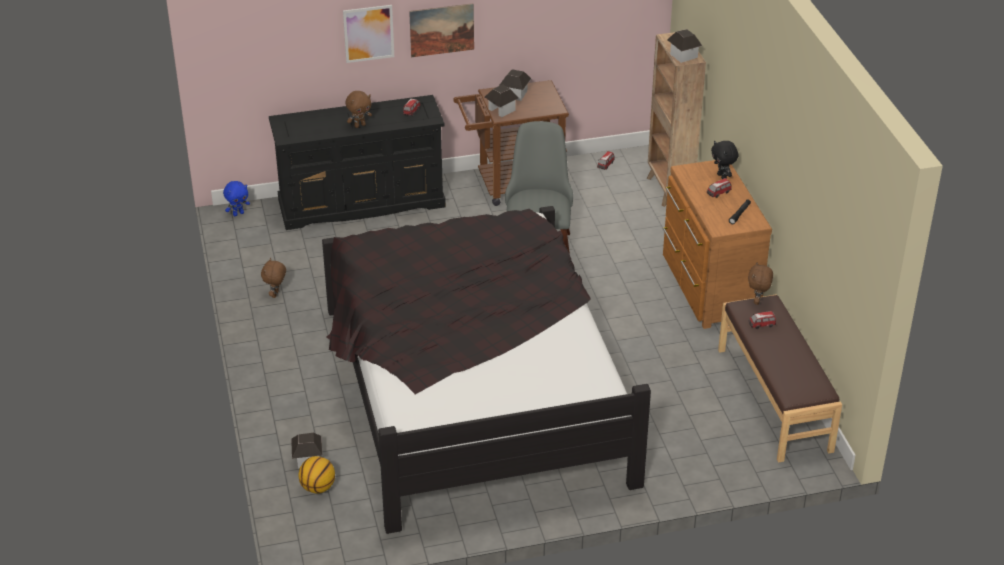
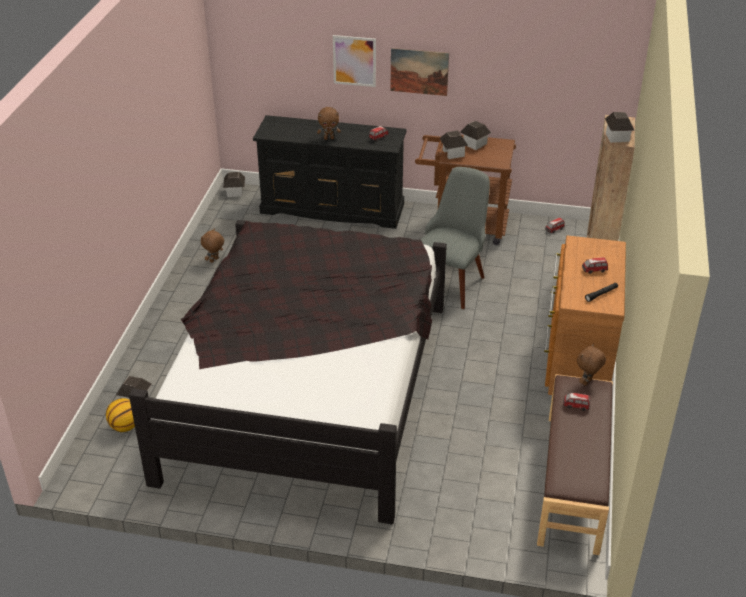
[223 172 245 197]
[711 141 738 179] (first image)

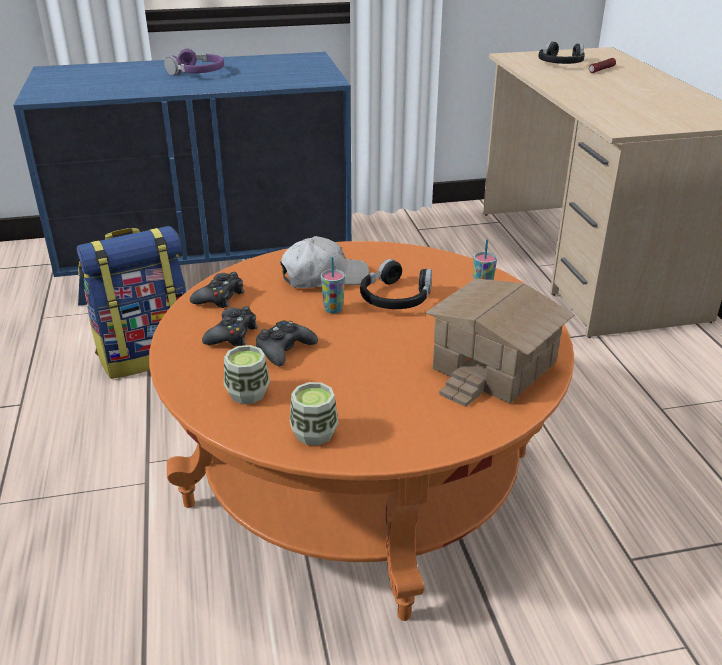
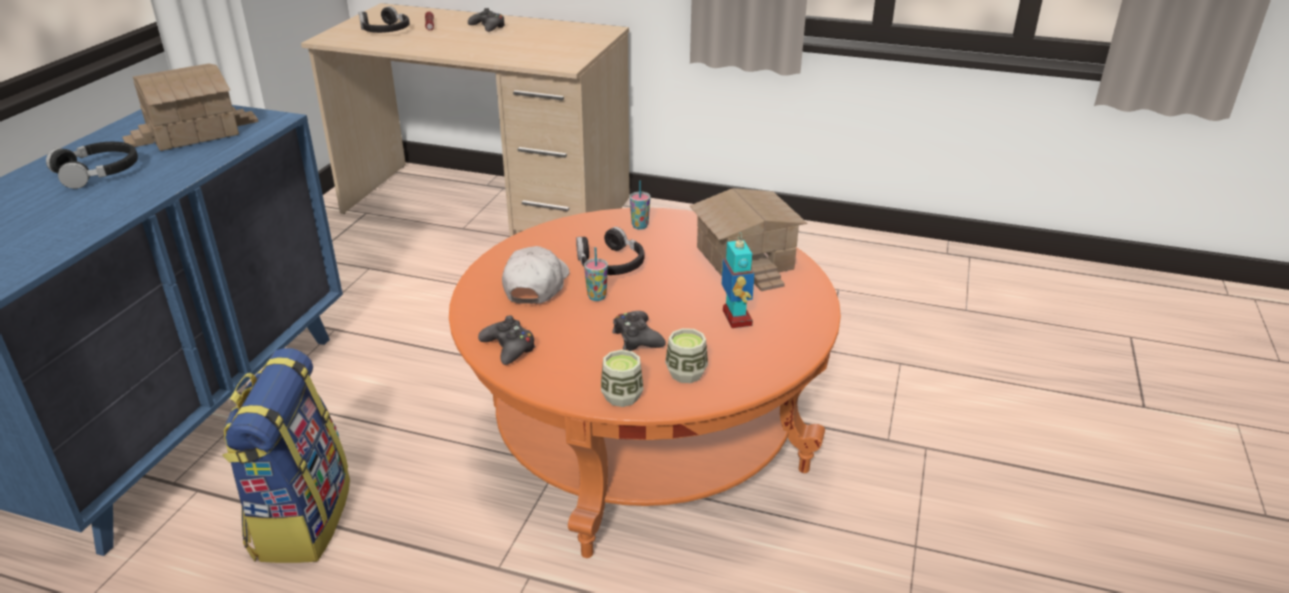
[46 142 138 189]
[122 63 258 151]
[468 8 505 32]
[601 350 643 407]
[721 232 754 328]

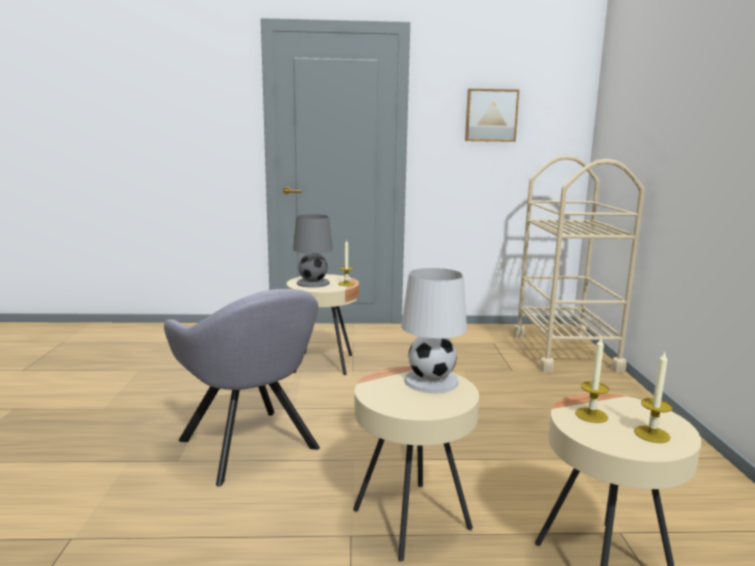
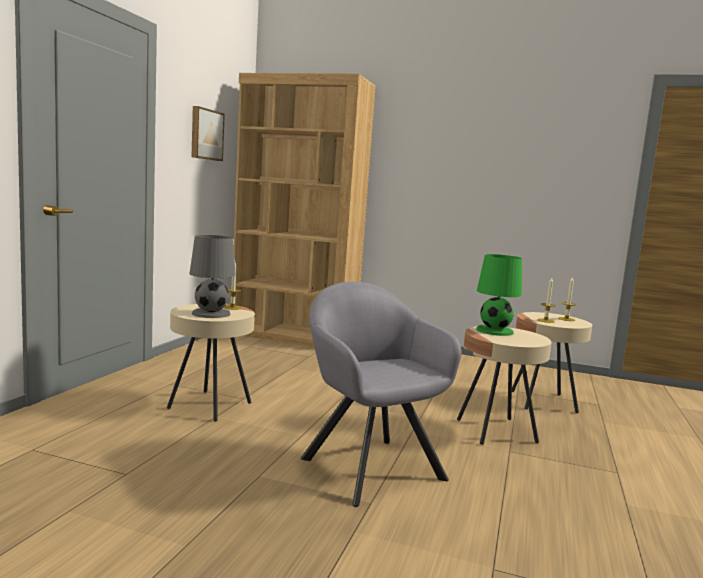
[234 73 375 347]
[301 281 461 507]
[476 254 522 336]

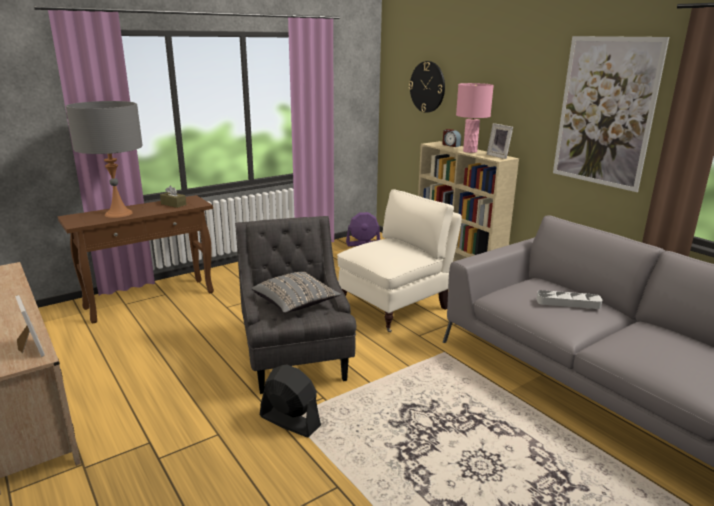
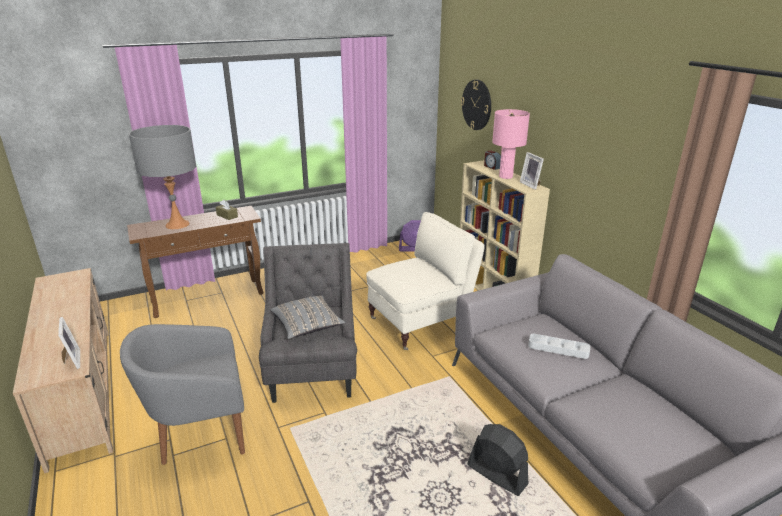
[120 324 245 465]
[467 424 529 496]
[553 36 669 192] (first image)

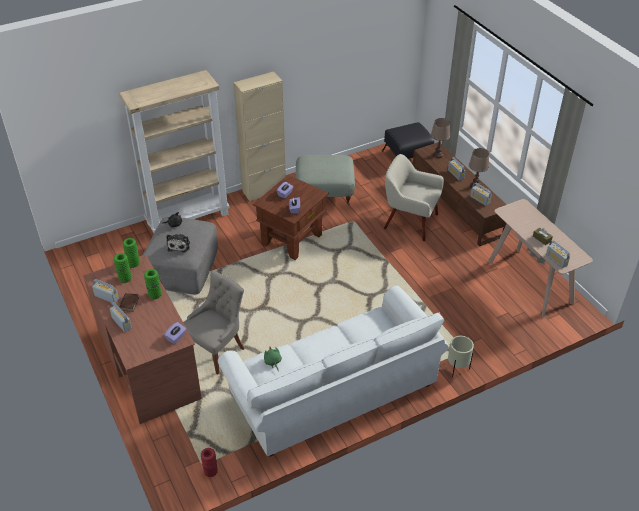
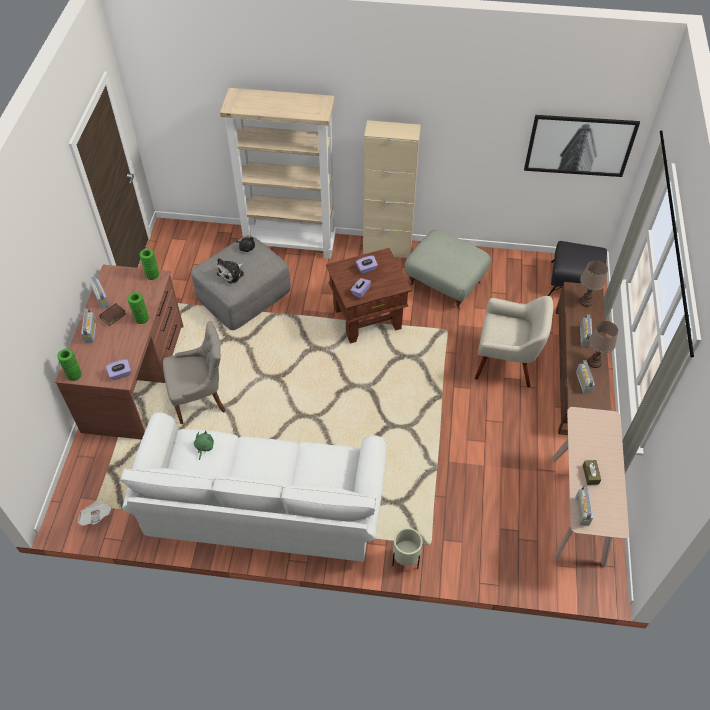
[57 349 82 381]
[78 500 112 526]
[475 296 553 388]
[524 115 640 177]

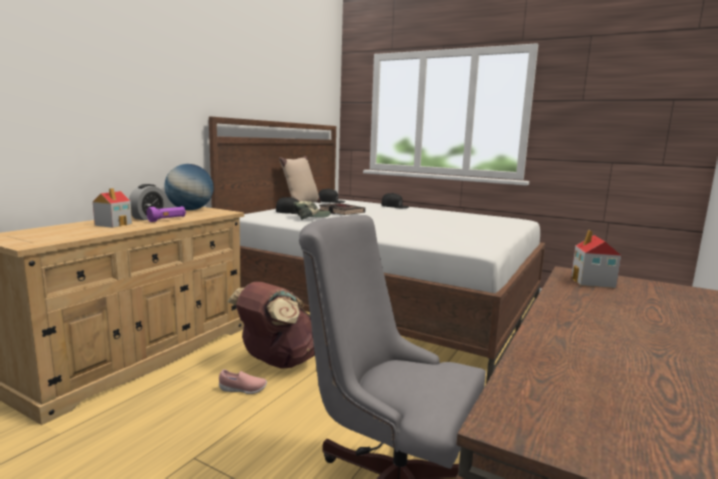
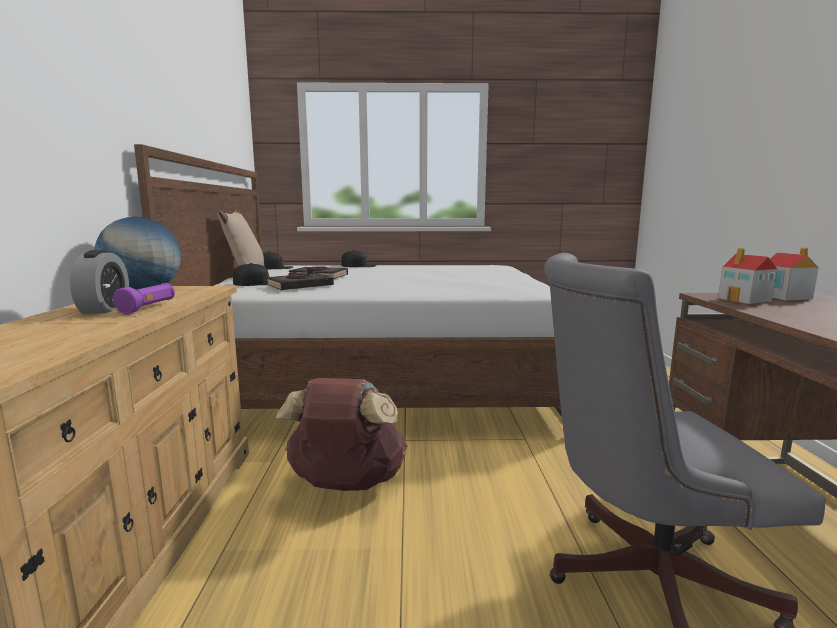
[266 272 334 290]
[770 247 819 300]
[219 369 267 394] (first image)

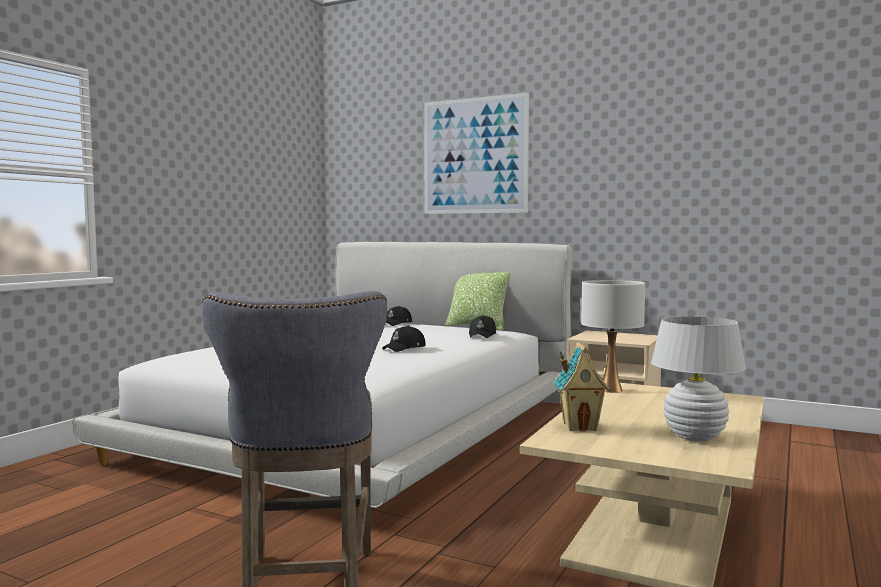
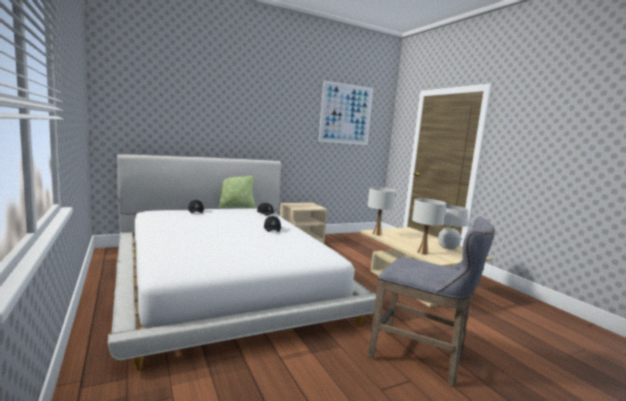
[319 80 373 145]
[412 198 446 255]

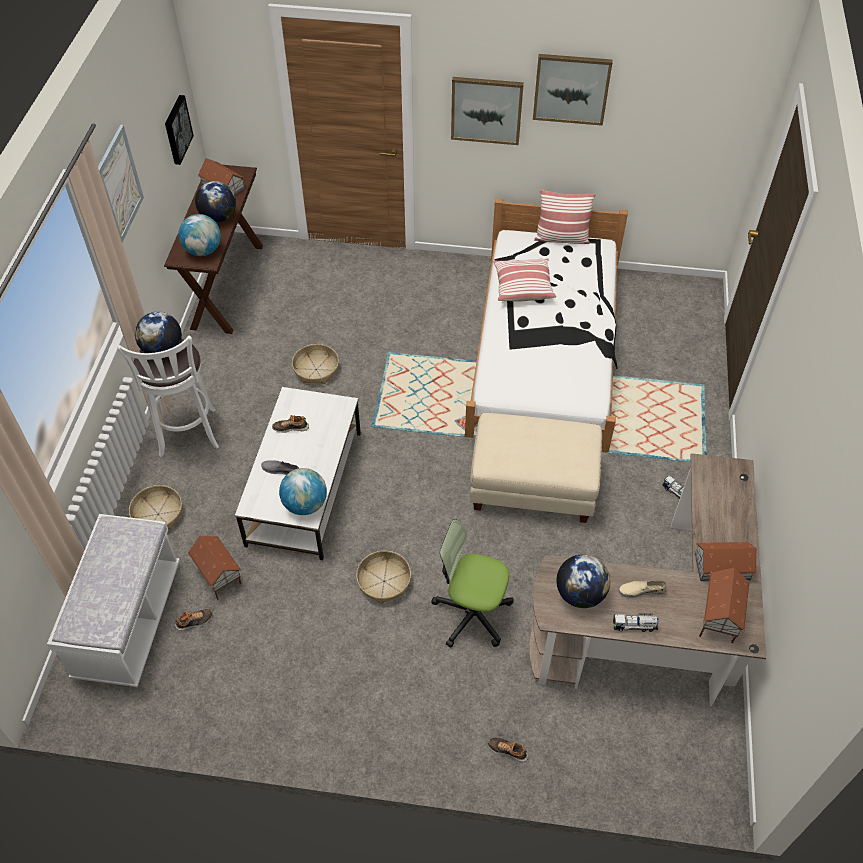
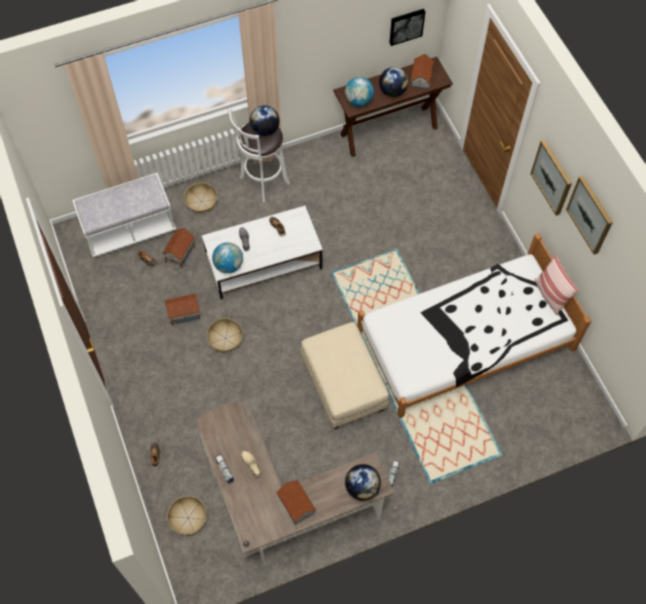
[164 293 200 325]
[167 496 207 535]
[345 464 381 501]
[98 125 144 243] (first image)
[431 519 514 648] (first image)
[493 258 556 302] (first image)

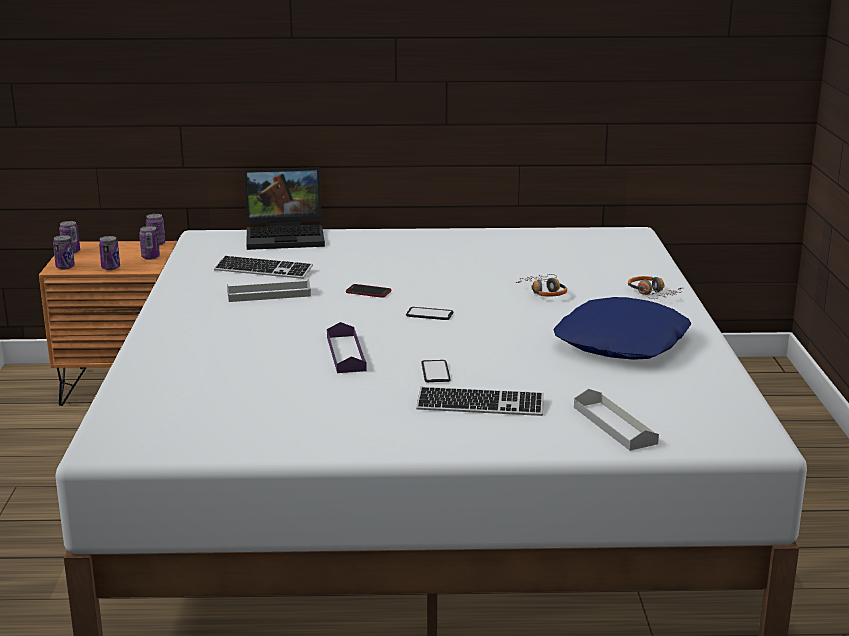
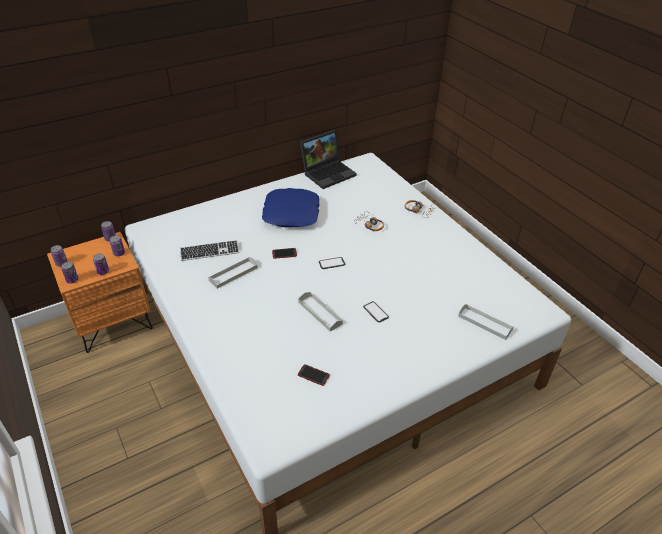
[262 188 320 227]
[298 292 343 332]
[298 364 330 386]
[300 130 357 189]
[416 387 544 416] (first image)

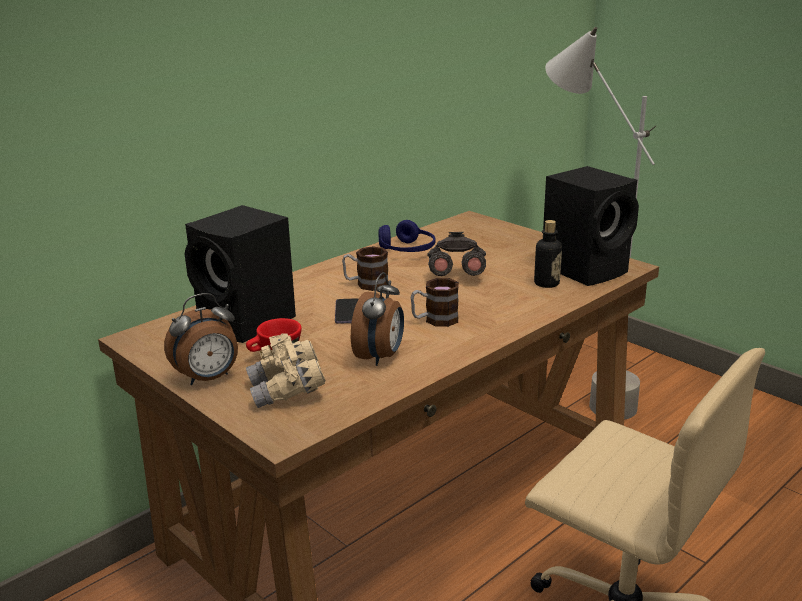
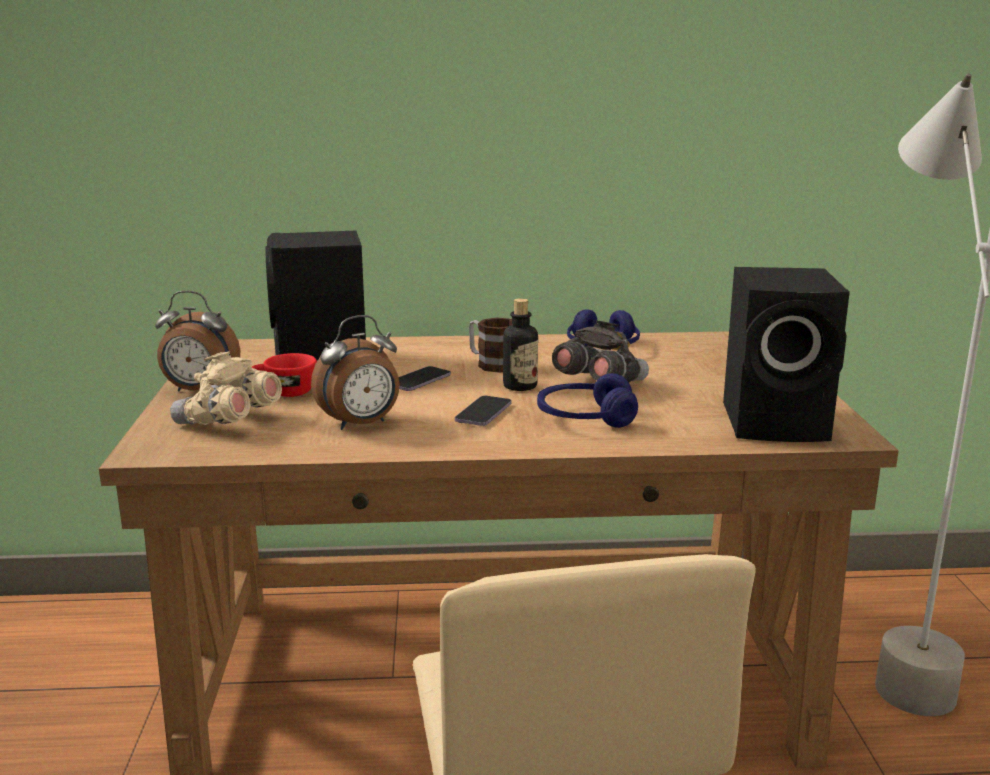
[455 396 512 426]
[503 298 538 391]
[537 373 638 428]

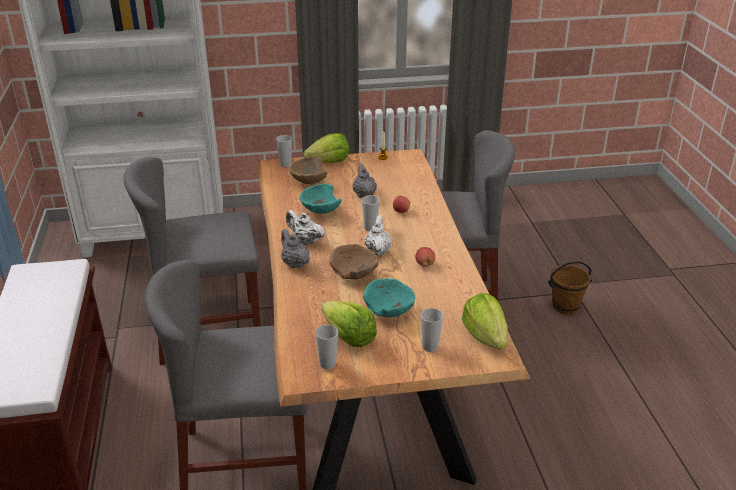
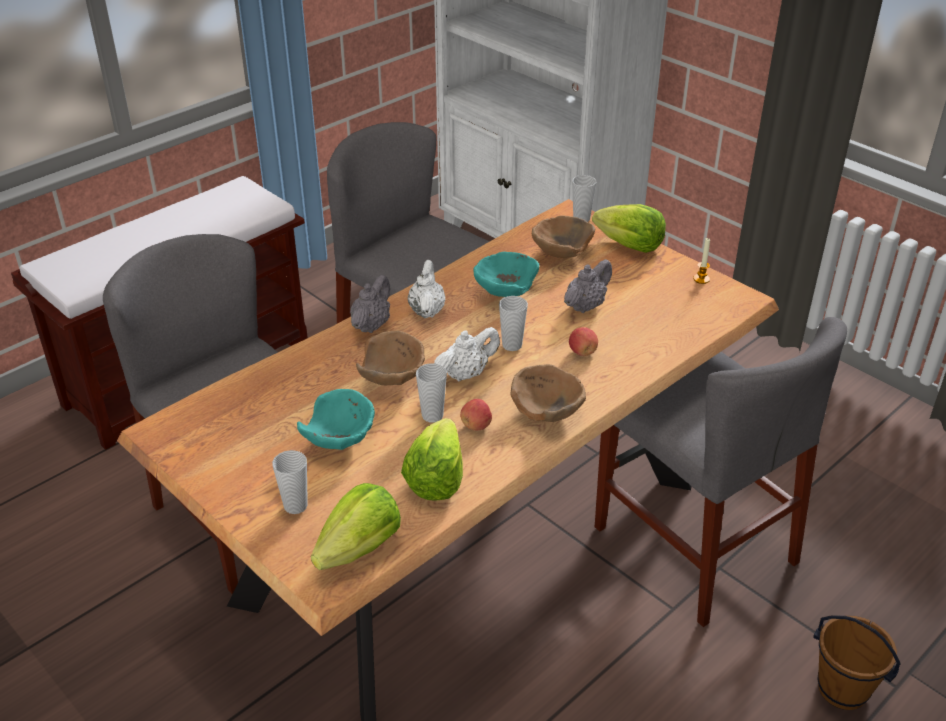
[401 418 463 501]
[416 363 447 423]
[510 364 586 422]

